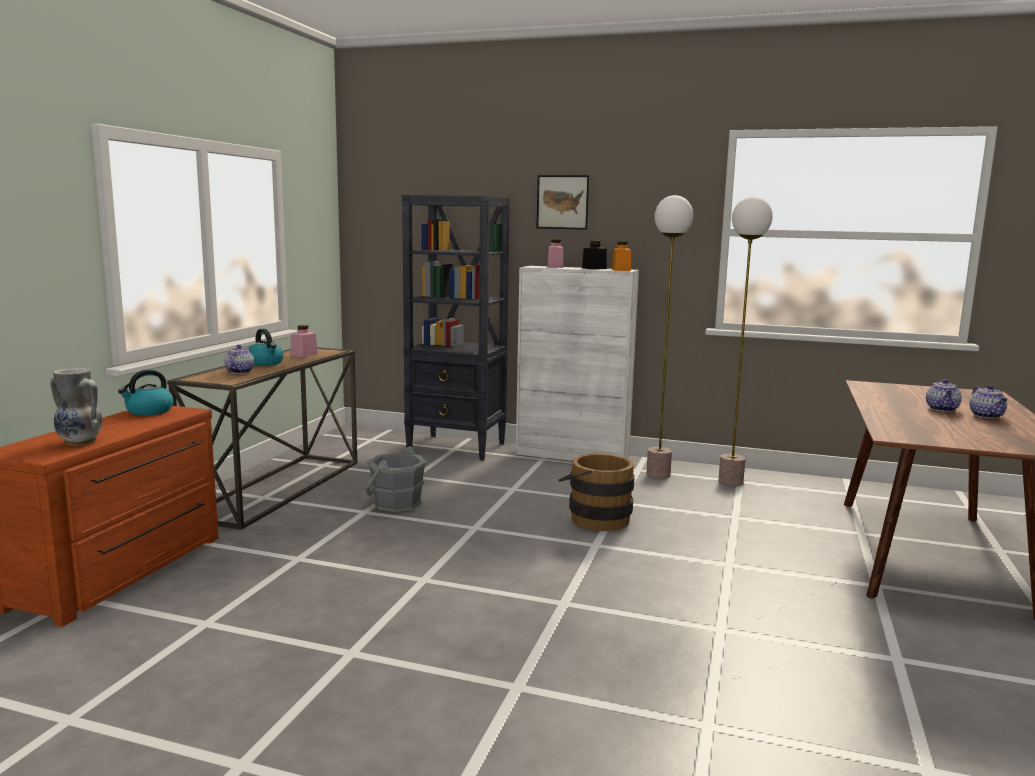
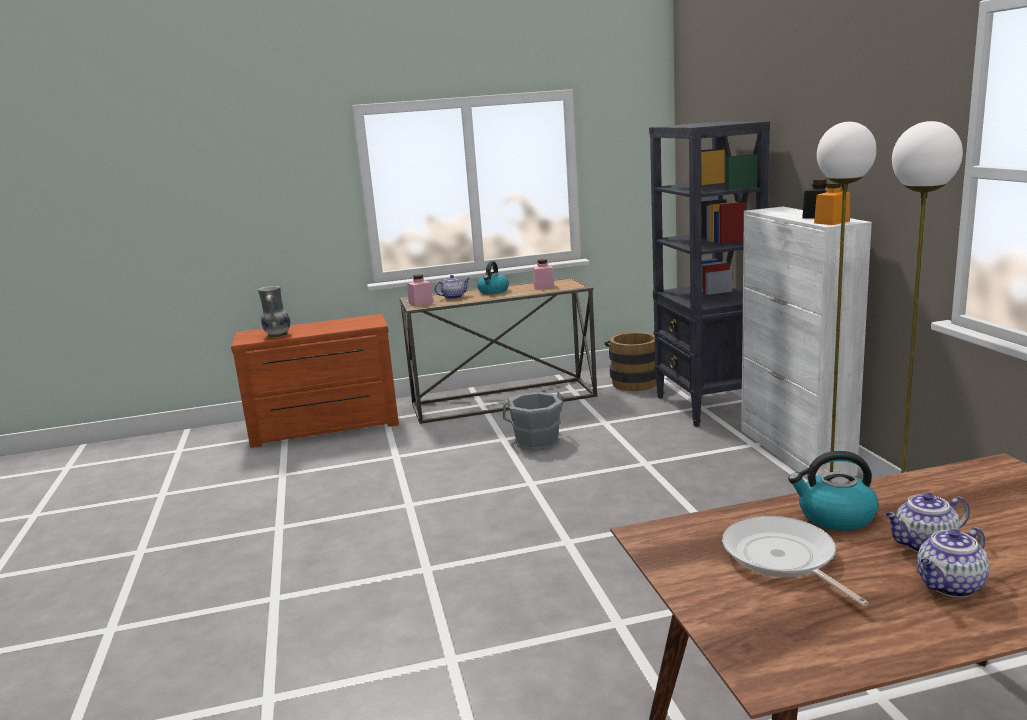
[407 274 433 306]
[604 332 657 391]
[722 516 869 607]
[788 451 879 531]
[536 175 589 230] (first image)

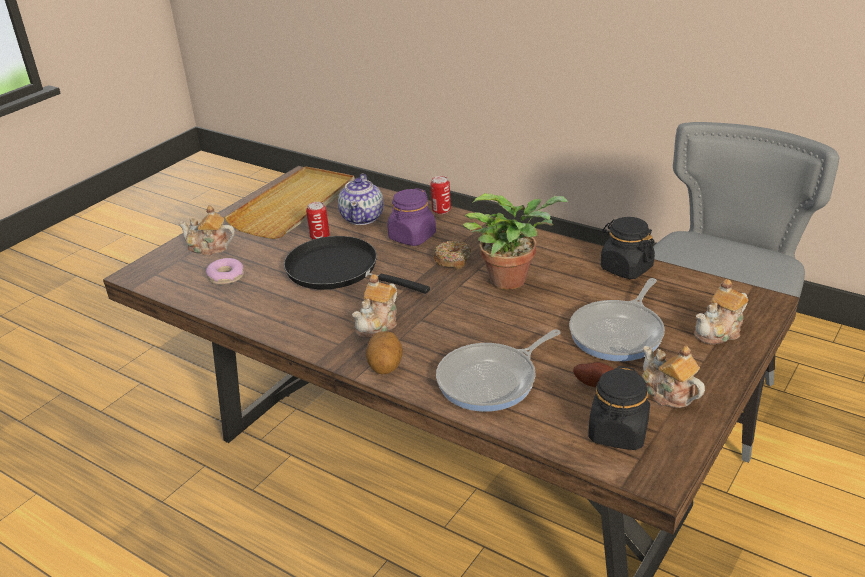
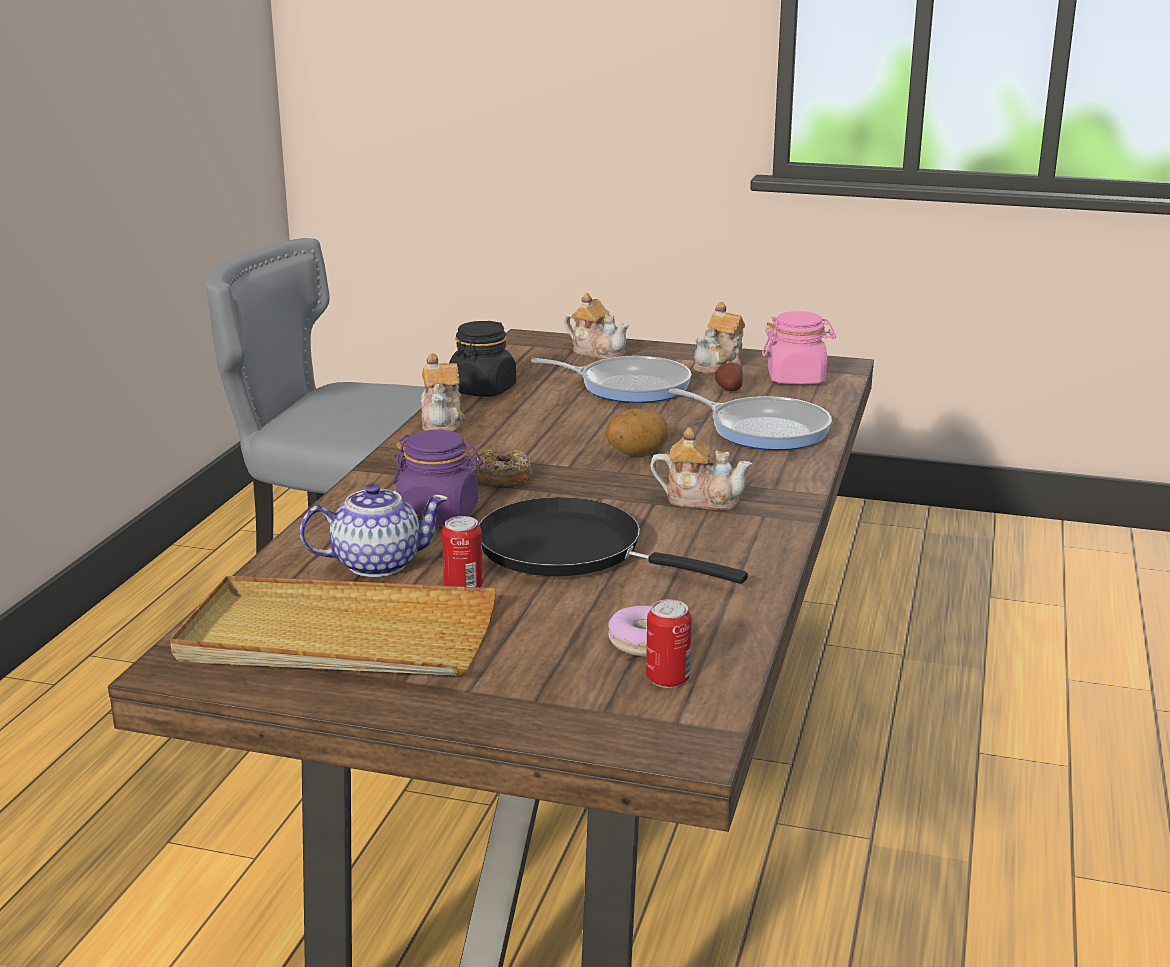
[421 353 466 432]
[478 497 748 584]
[605 408 668 455]
[646 599 692 688]
[762 311 836 384]
[462 193 568 290] (first image)

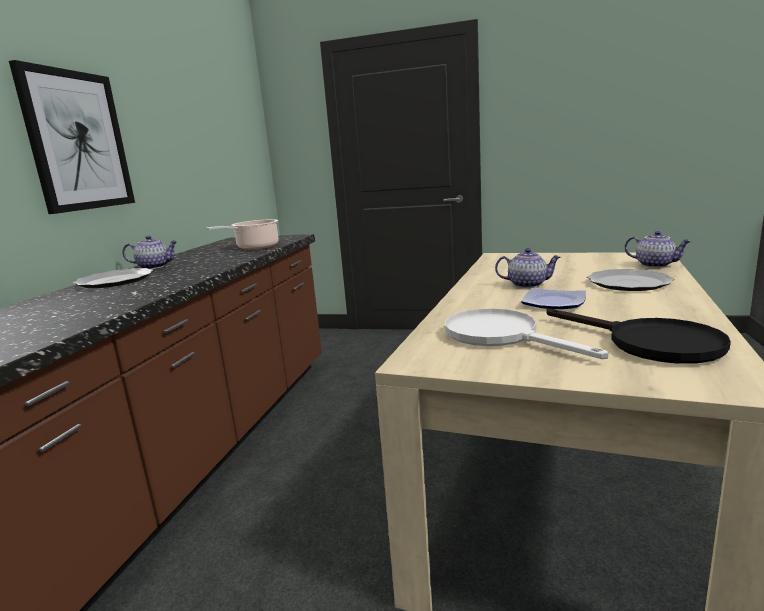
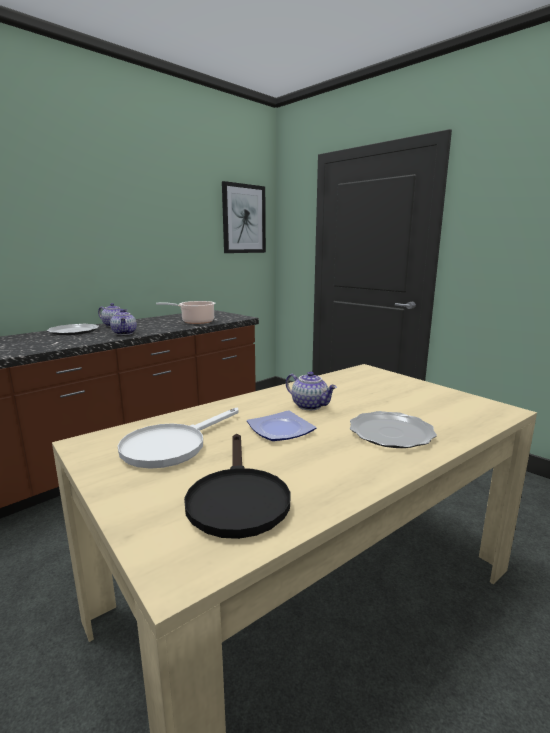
[110 309 137 335]
[118 408 239 469]
[222 181 266 253]

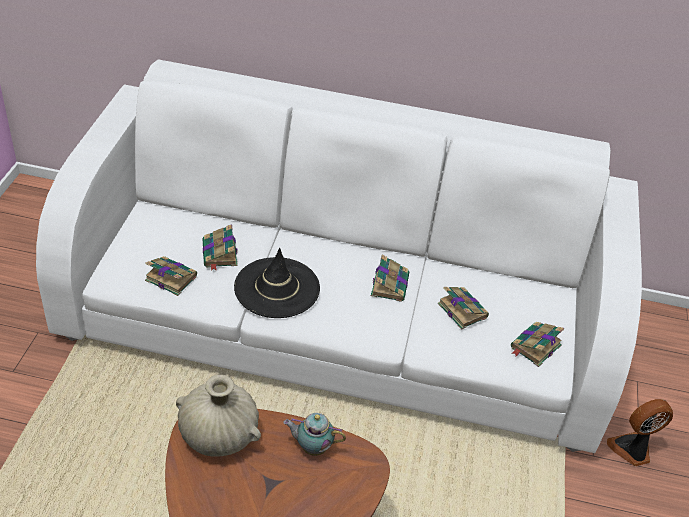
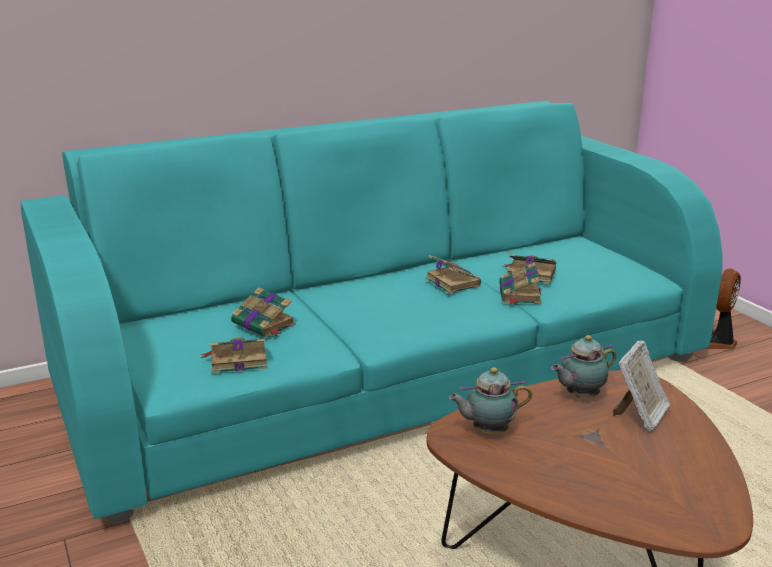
[21 101 723 524]
[449 367 532 434]
[499 262 542 305]
[613 340 670 431]
[234 248 320 318] (first image)

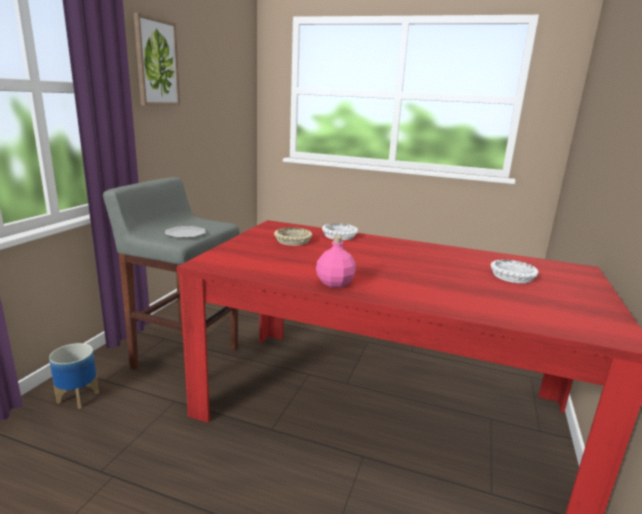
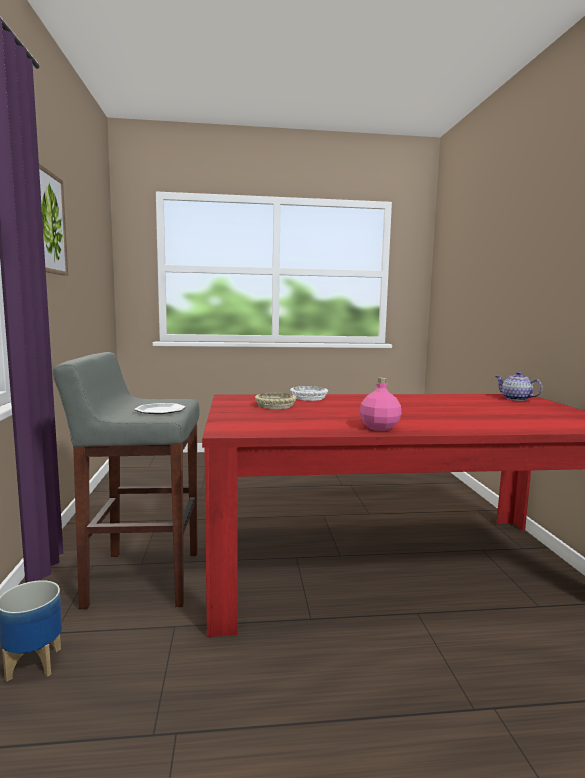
[495 372 543 401]
[490 259 539 283] (first image)

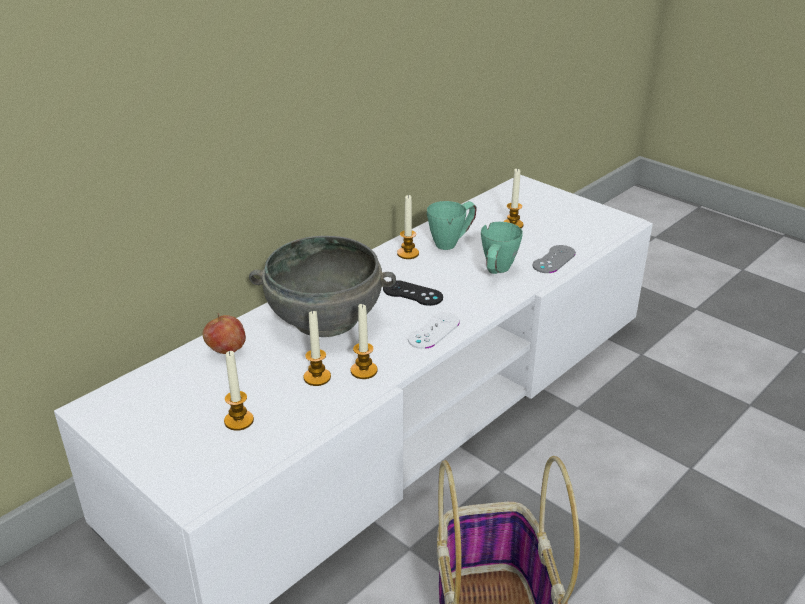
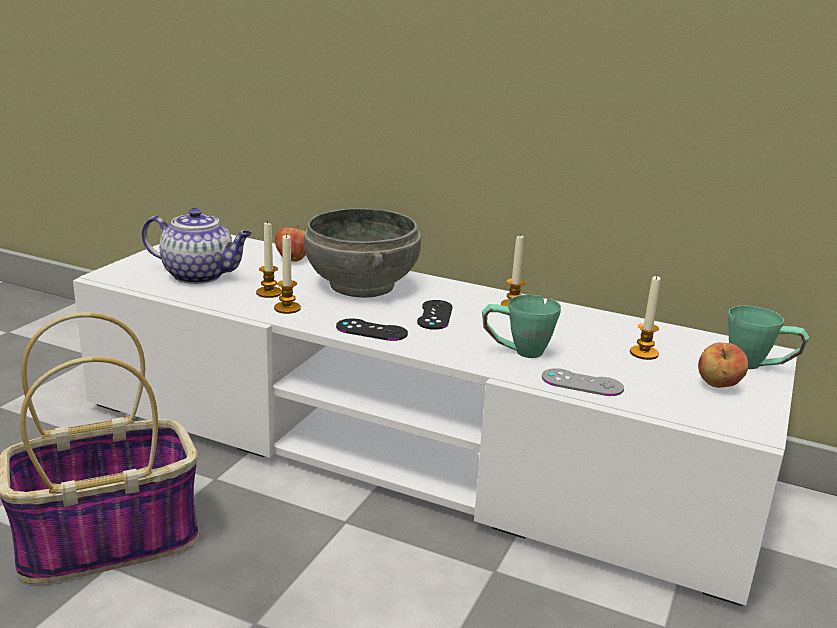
[142 208 252 284]
[336 318 408 341]
[698 343 748 388]
[728 306 809 369]

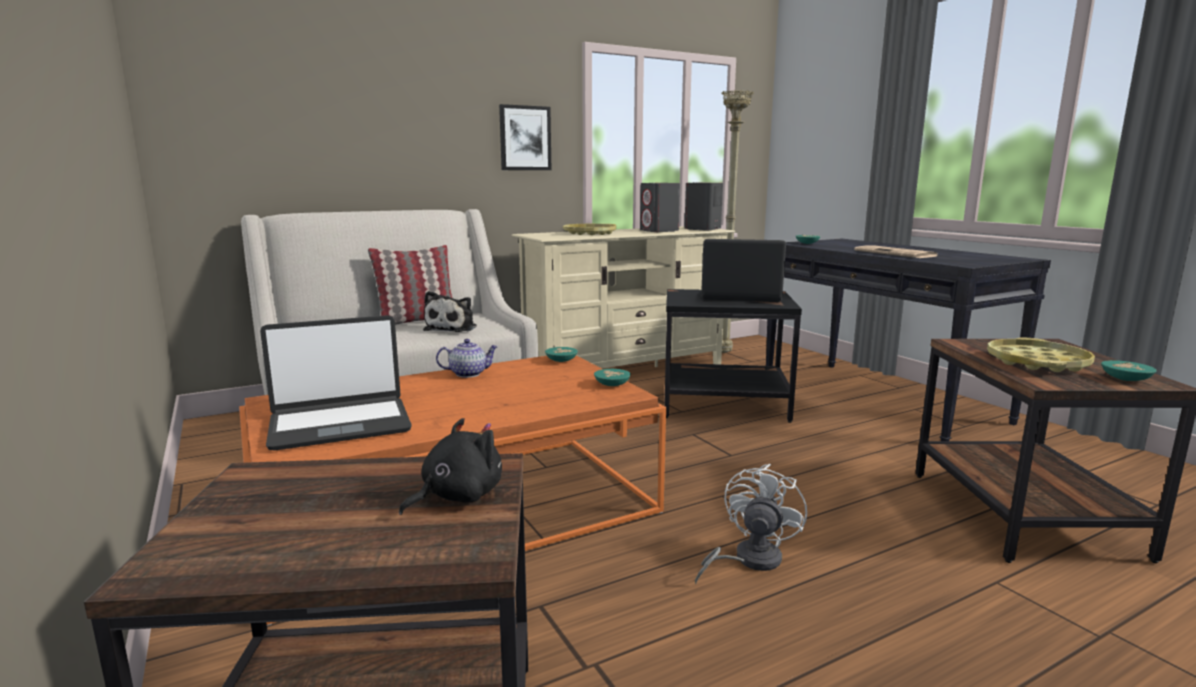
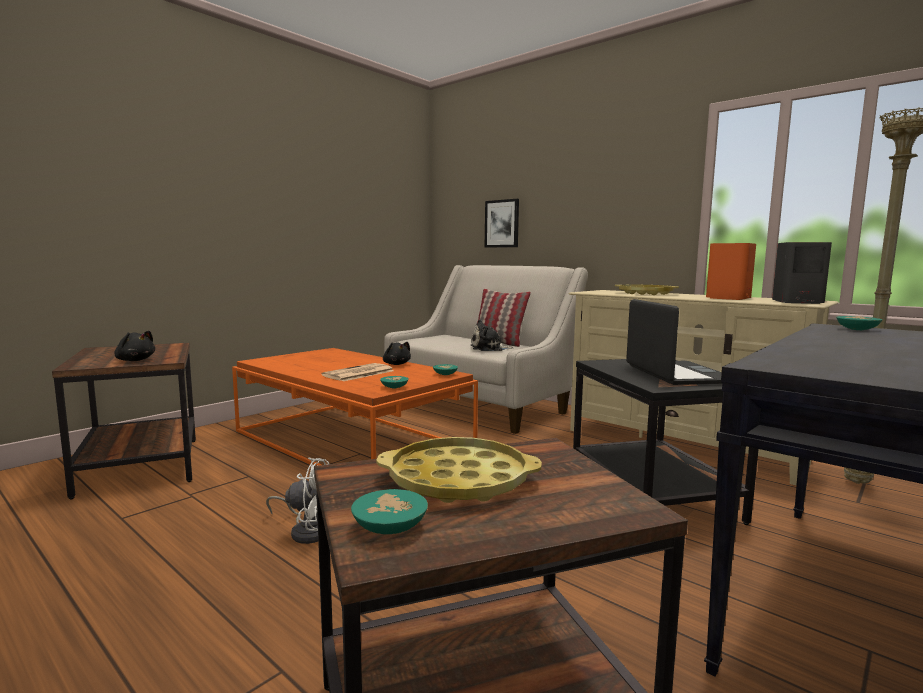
[322 363 394 381]
[383 342 411 365]
[485 199 519 248]
[706 243 756 300]
[260 315 412 451] (first image)

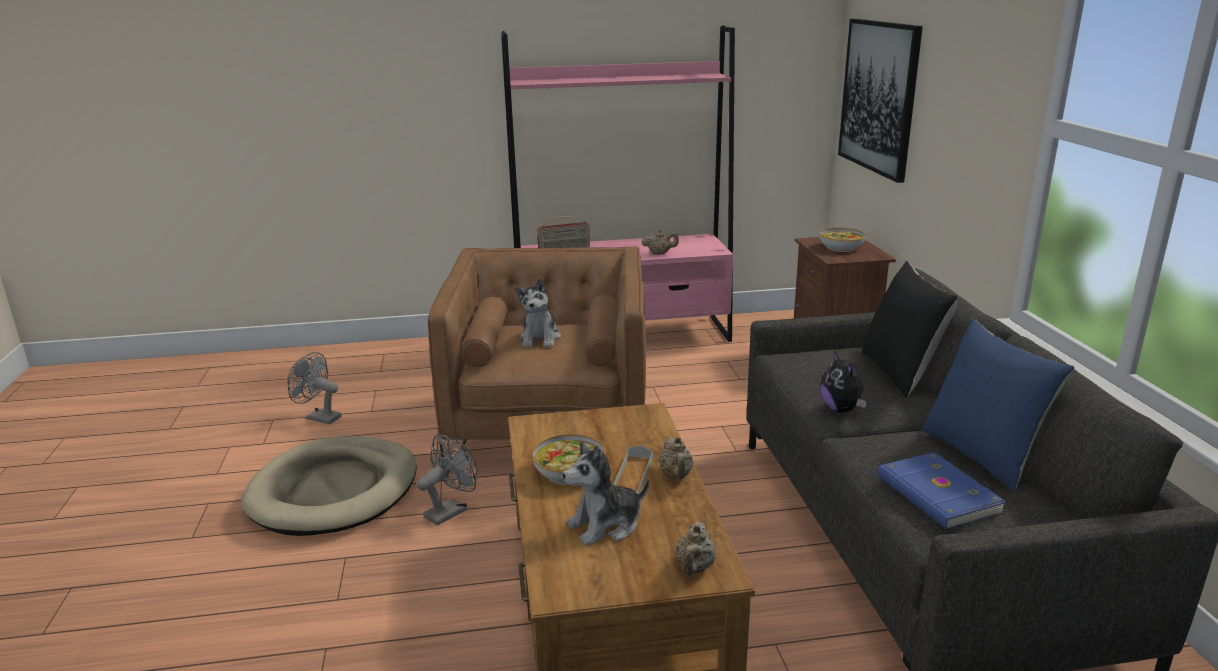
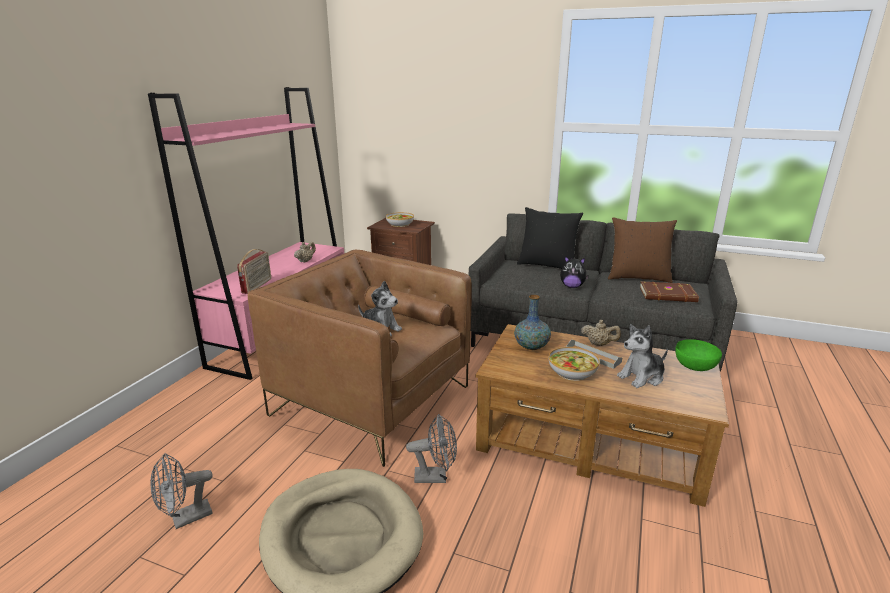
[406 414 457 483]
[514 295 551 350]
[608 217 677 283]
[617 324 668 388]
[640 281 699 302]
[675 339 722 371]
[838 19 923 183] (first image)

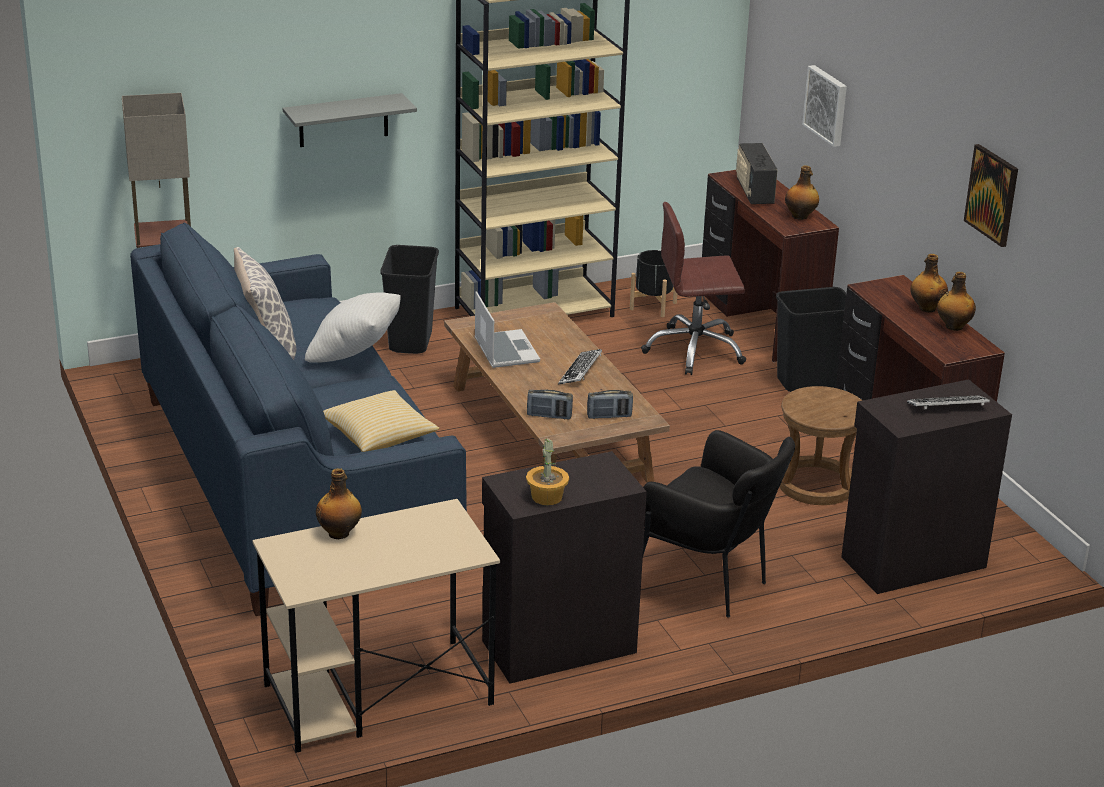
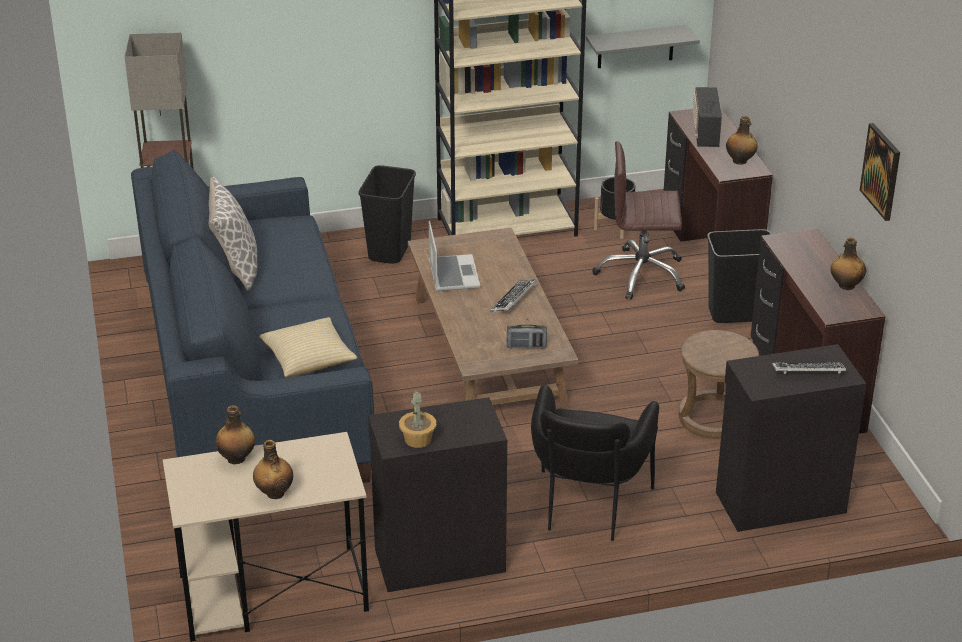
[253 440 293 499]
[531 385 659 541]
[586 25 700 68]
[305 292 401 363] (first image)
[527 390 573 419] (first image)
[802 65 847 147] (first image)

